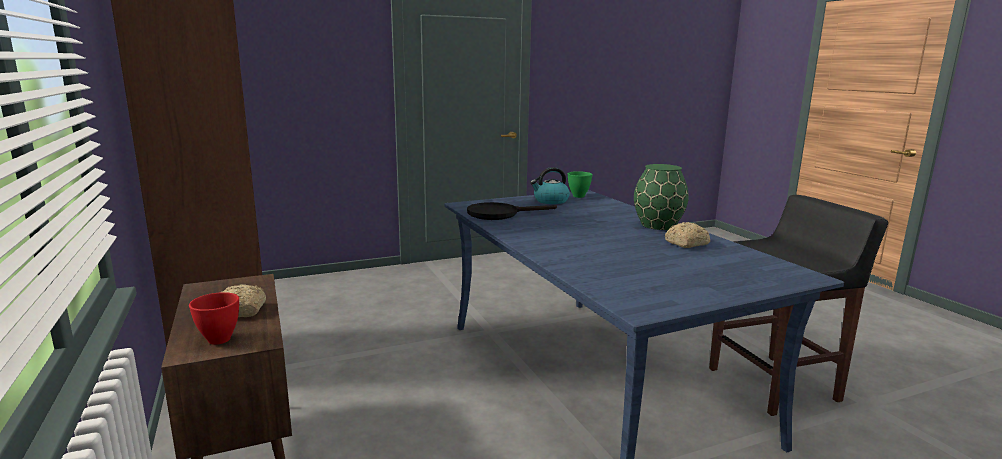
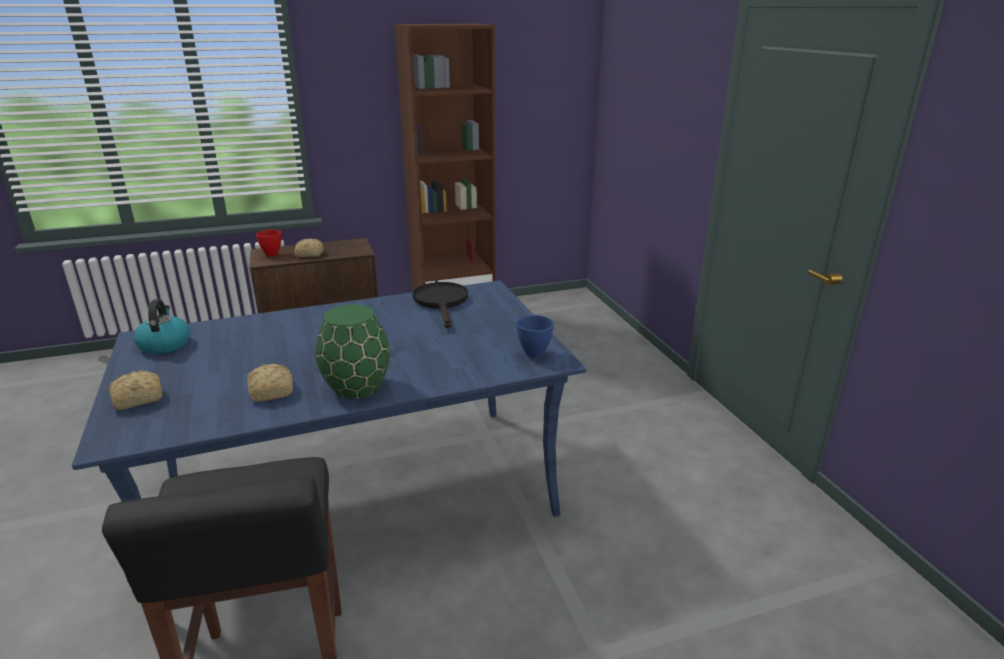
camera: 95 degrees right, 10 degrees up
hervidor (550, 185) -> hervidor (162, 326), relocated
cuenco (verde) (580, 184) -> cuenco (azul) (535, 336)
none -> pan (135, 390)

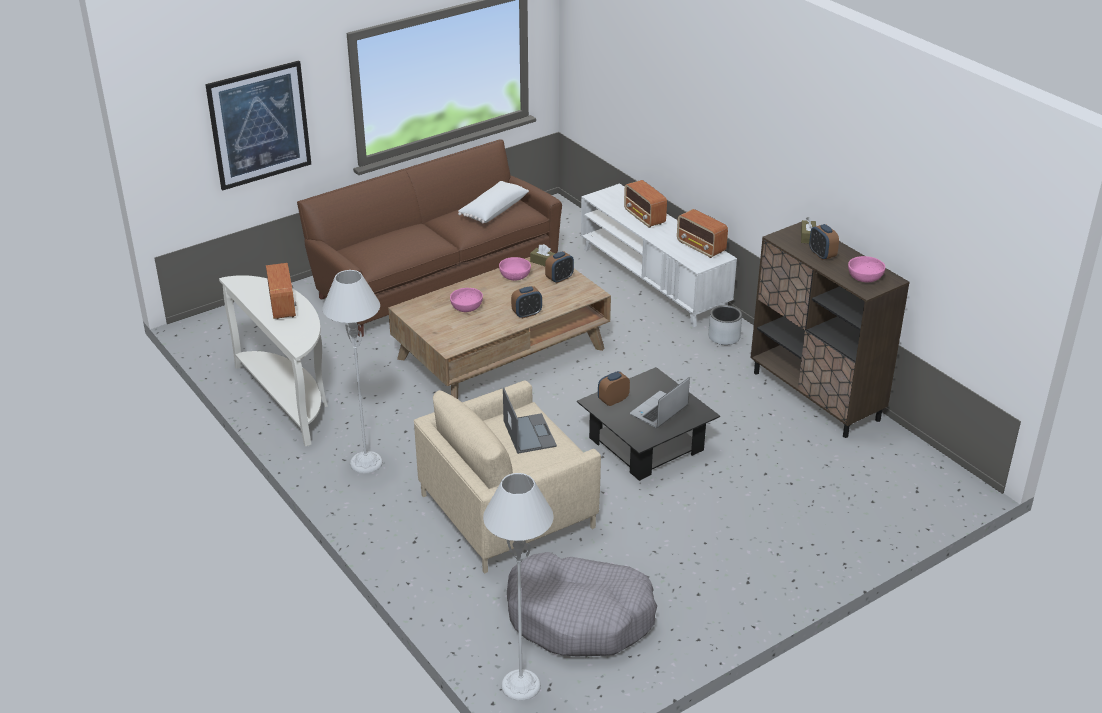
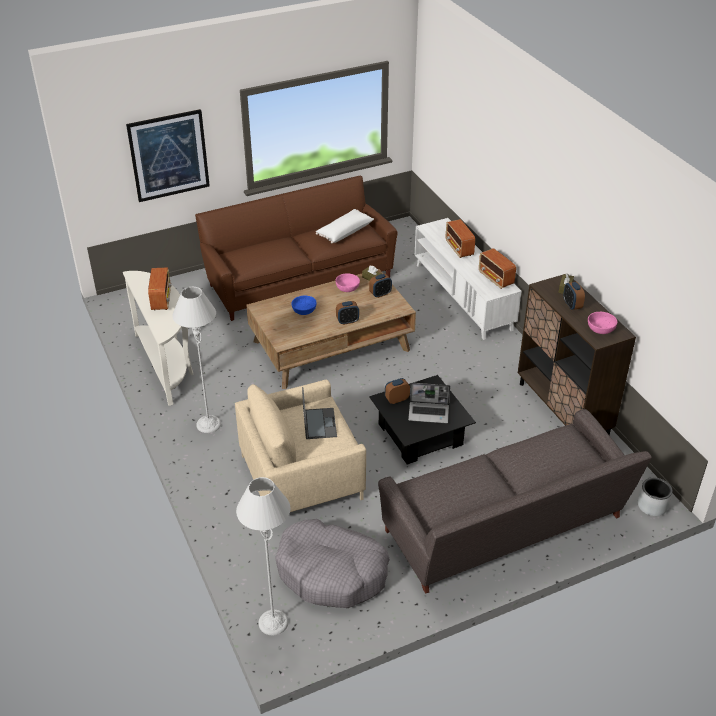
camera: 10 degrees right, 5 degrees up
cuenco (rosa) (466, 300) -> cuenco (azul) (304, 305)
portátil (660, 402) -> portátil (429, 403), 135 degrees counterclockwise
maceta (gris) (725, 325) -> maceta (gris) (655, 497), relocated
none -> sofá (gris) (515, 501)

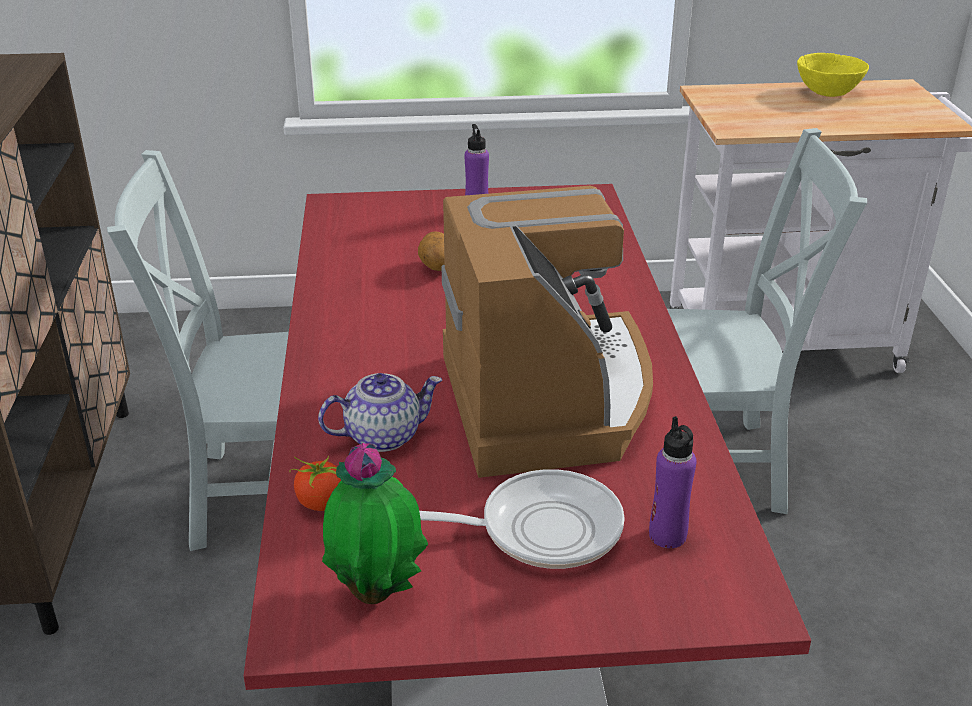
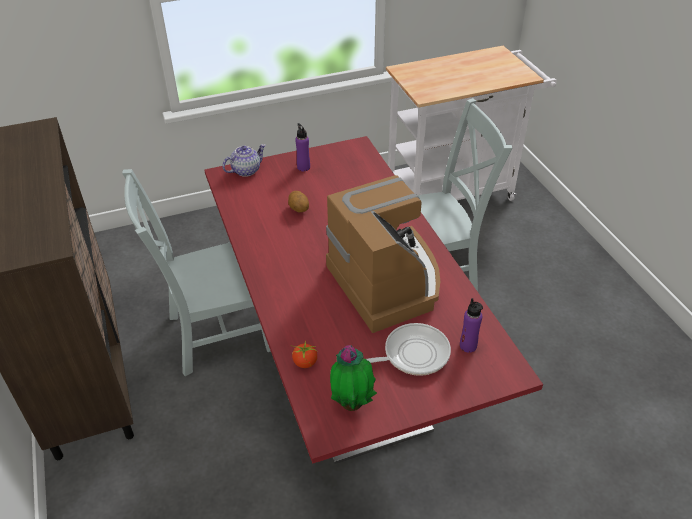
camera: 15 degrees left, 10 degrees up
tetera (380, 412) -> tetera (244, 160), relocated
cuenco (amarillo) (833, 75) -> none

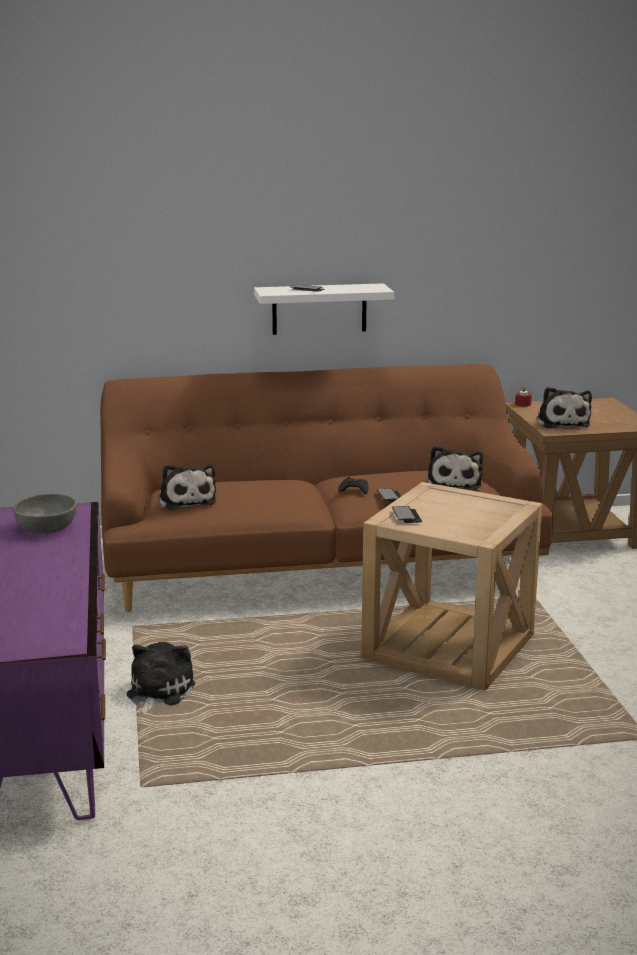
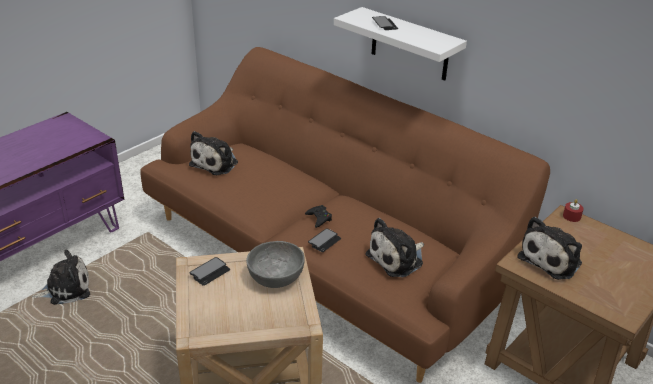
camera: 50 degrees right, 15 degrees up
cuenco (gris) (45, 514) -> cuenco (gris) (275, 264), relocated

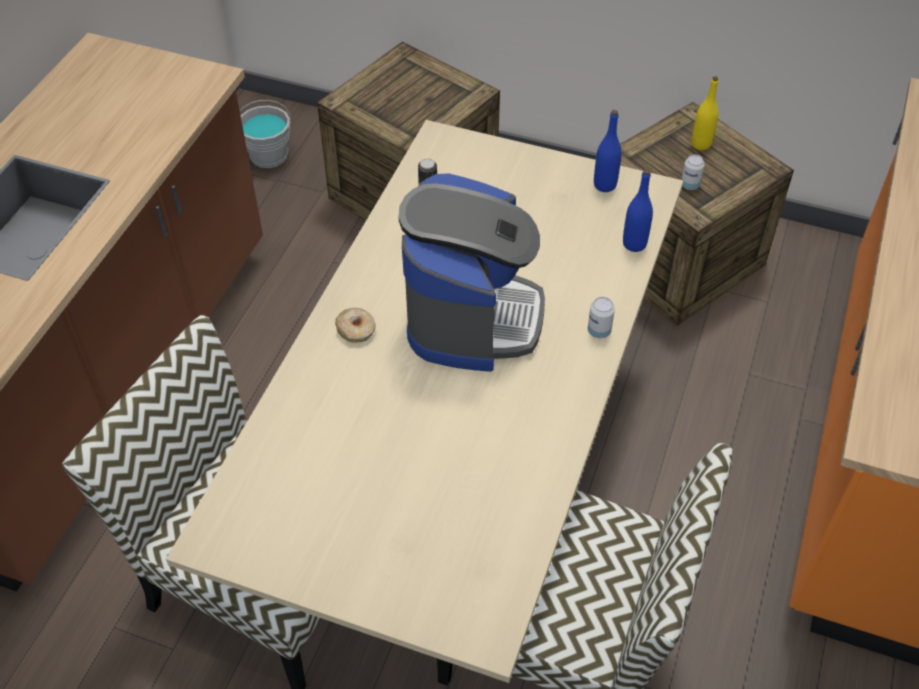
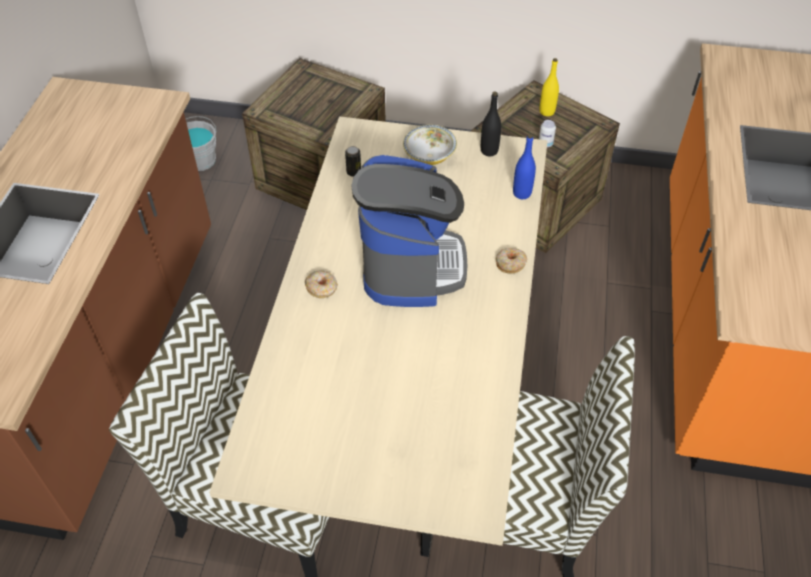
camera: 10 degrees left, 0 degrees up
lata (601, 317) -> rosquilla (511, 260)
botella (azul) (608, 151) -> botella (negro) (491, 123)
none -> cuenco (430, 145)

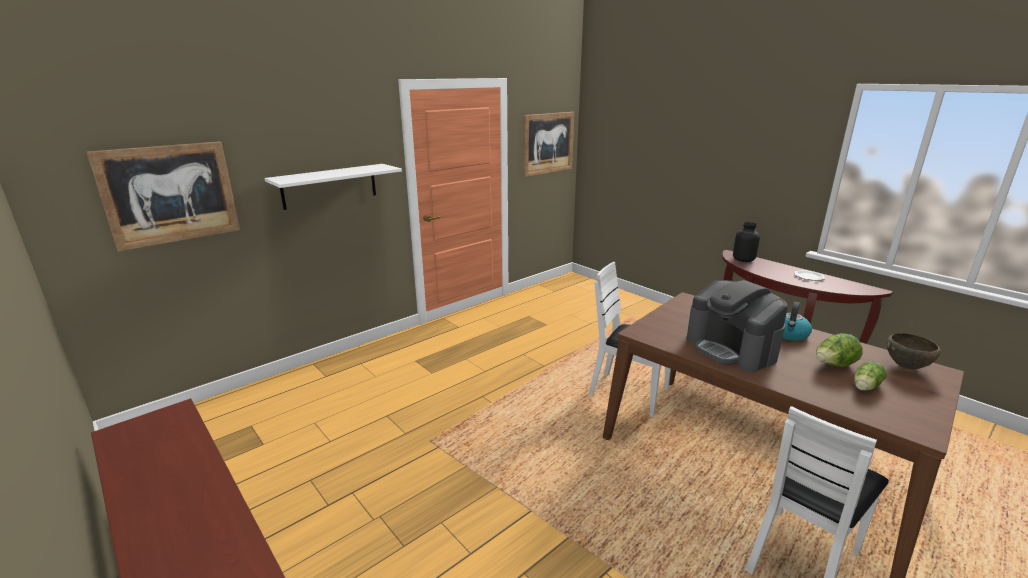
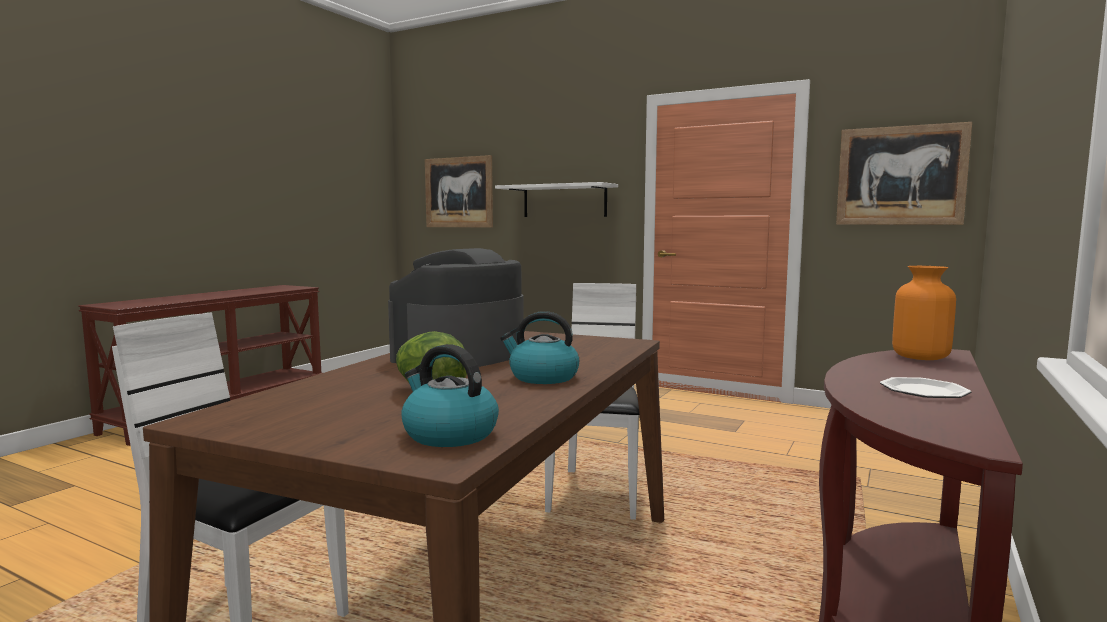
camera: 70 degrees right, 15 degrees down
florero (negro) (746, 242) -> florero (naranja) (924, 313)
lechuga (870, 376) -> none
cuenco (marrón) (914, 351) -> hervidor (450, 395)

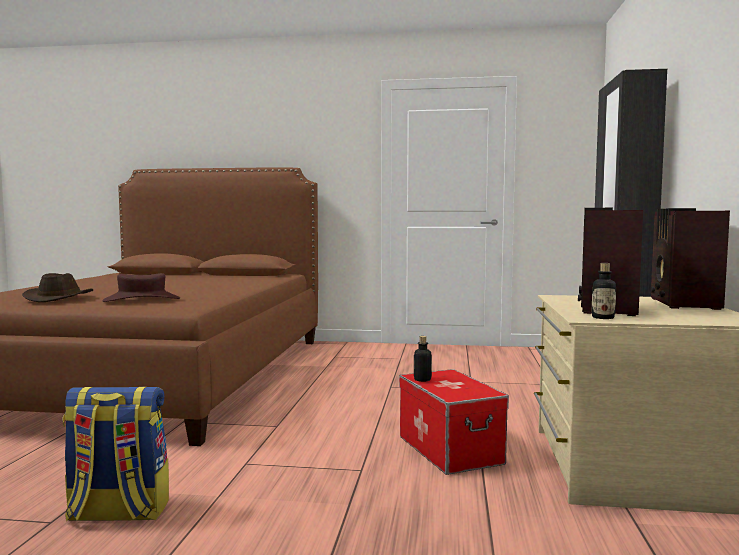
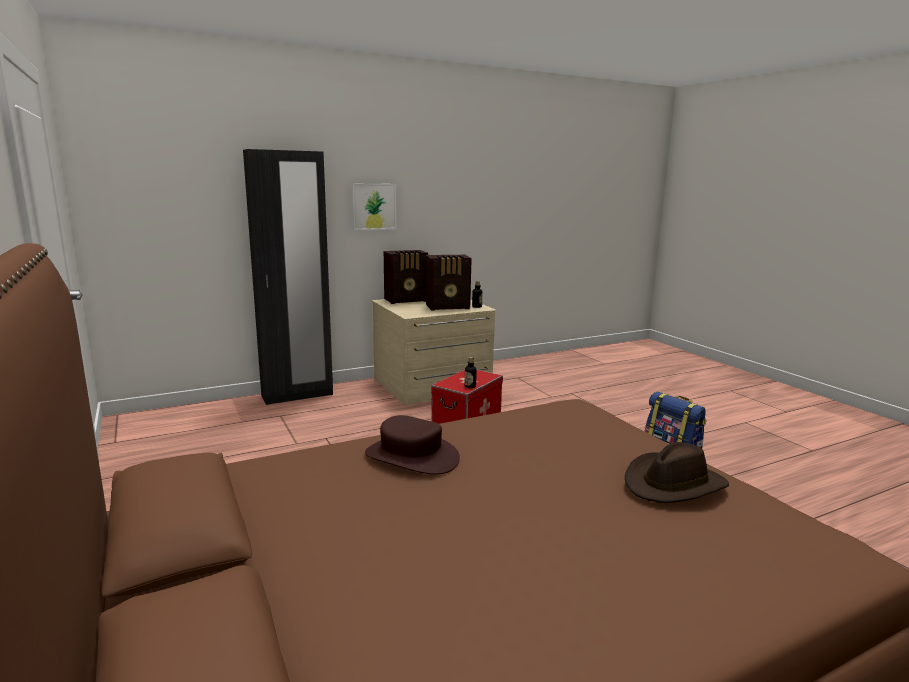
camera: 125 degrees left, 10 degrees up
sombrero (marrón) (141, 287) -> sombrero (marrón) (412, 445), relocated
none -> cuadro (374, 206)

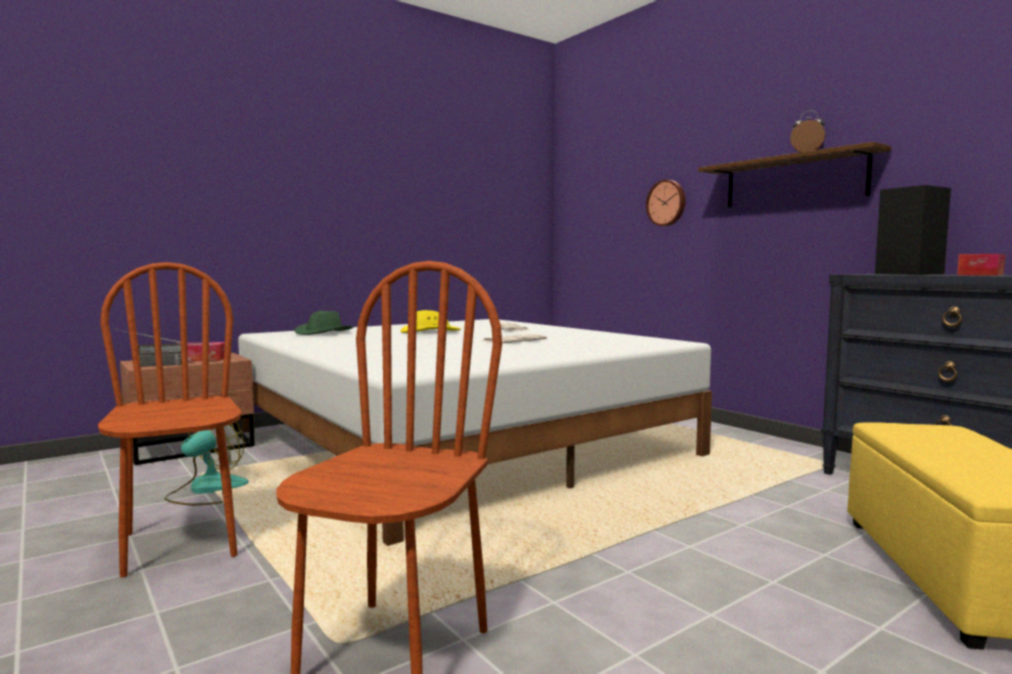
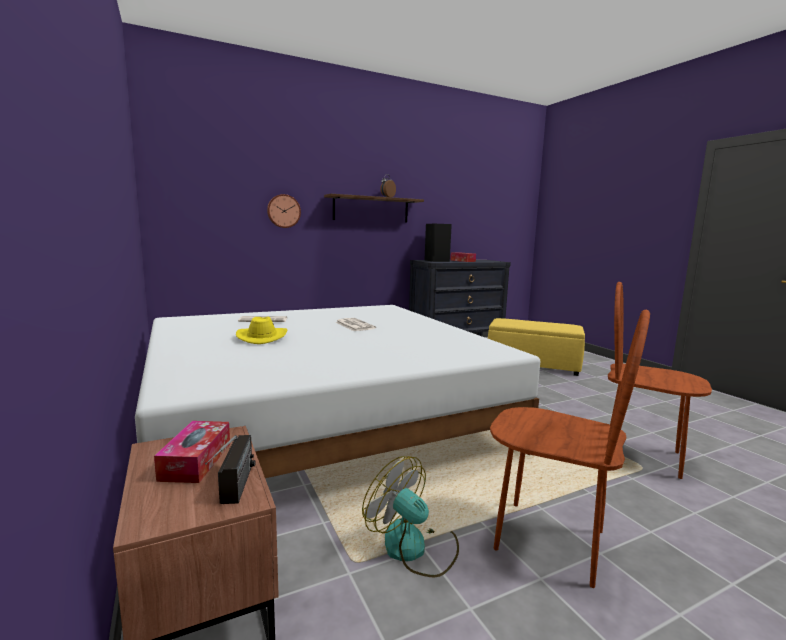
camera: 80 degrees left, 5 degrees up
silla (marrón) (170, 419) -> silla (marrón) (570, 449), 135 degrees counterclockwise
sombrero (verde) (323, 323) -> none

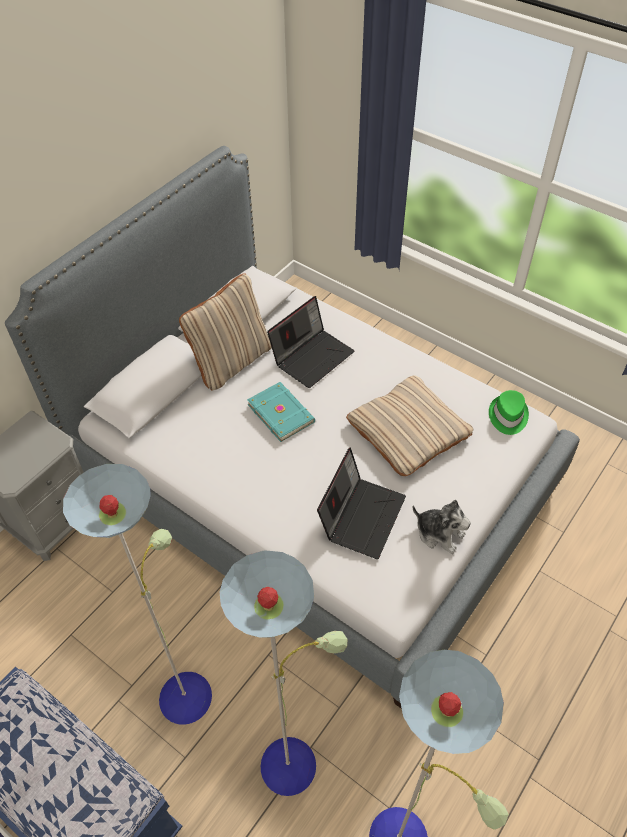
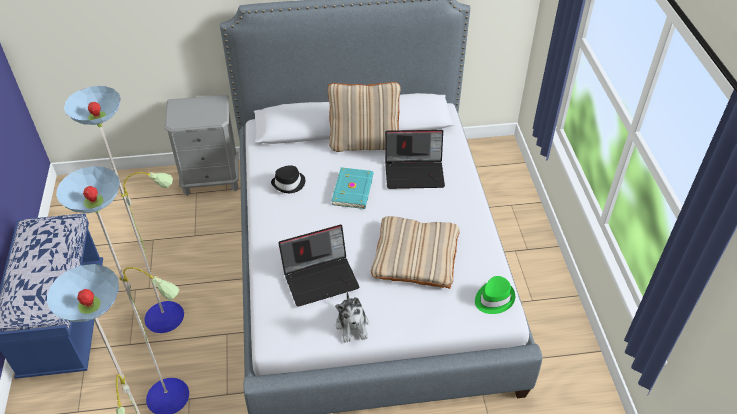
camera: 45 degrees right, 5 degrees down
none -> sombrero (negro) (288, 179)

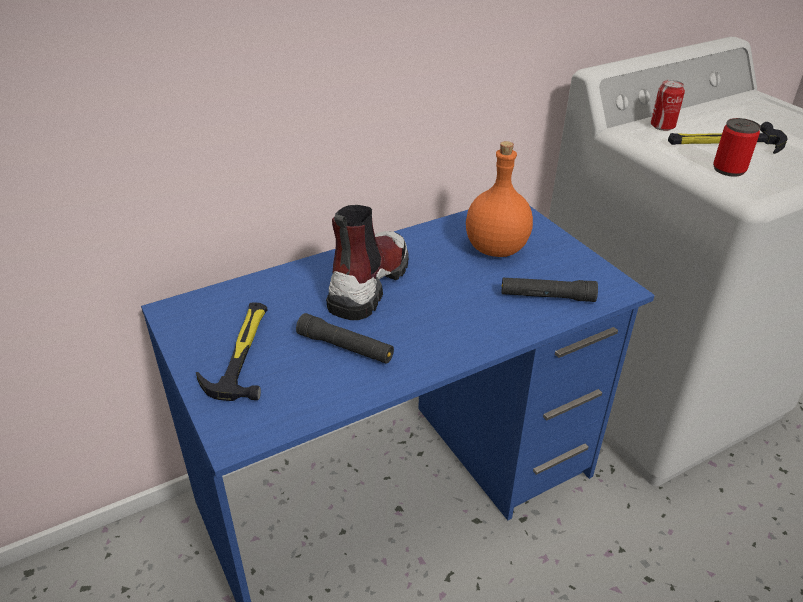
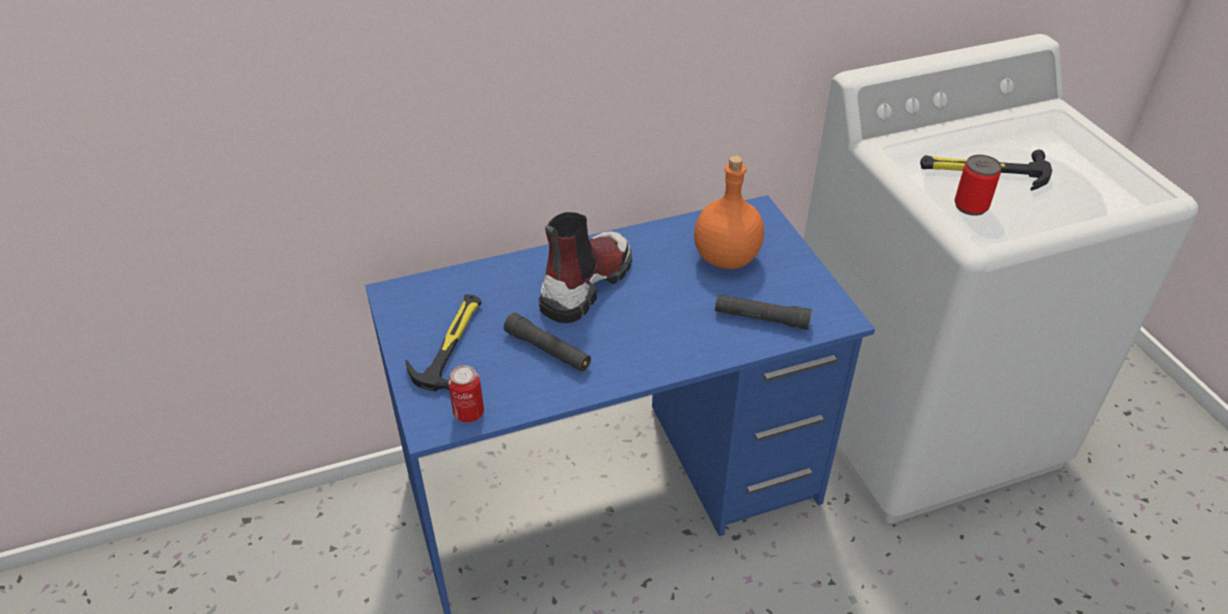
camera: 10 degrees right, 5 degrees up
lata (668, 105) -> lata (466, 393), relocated

